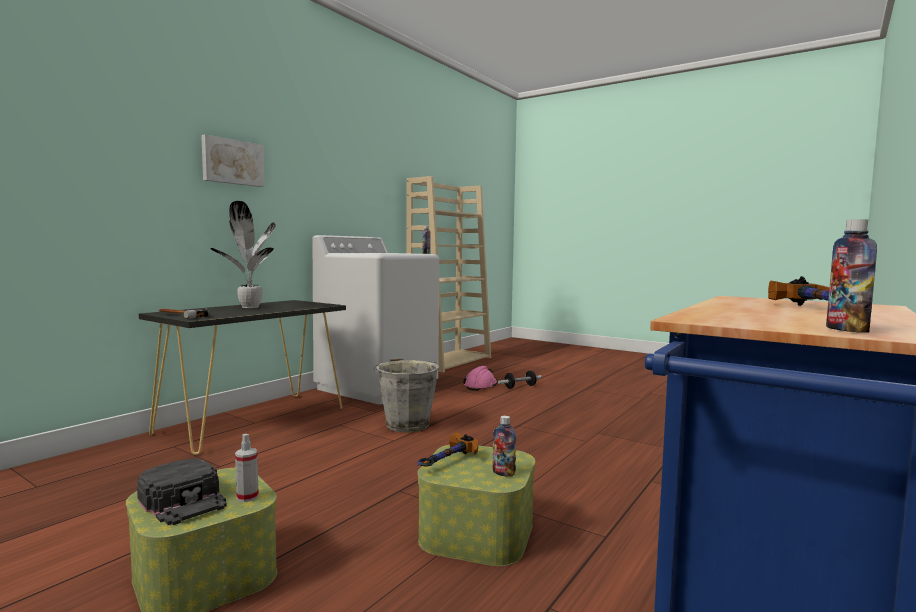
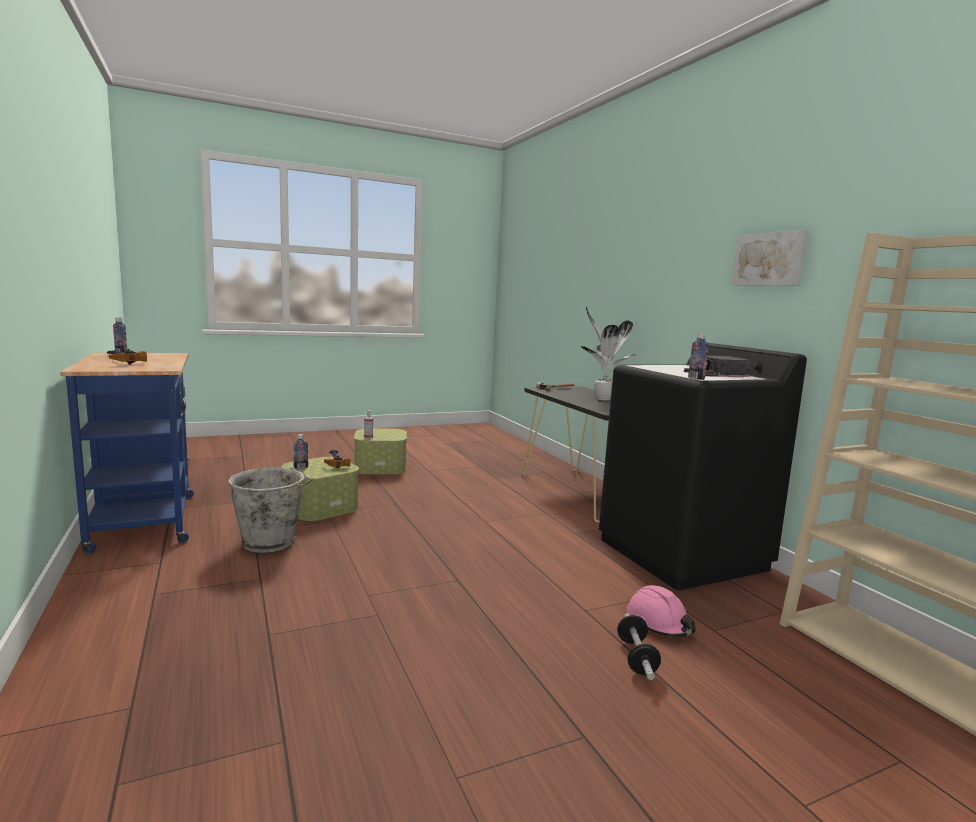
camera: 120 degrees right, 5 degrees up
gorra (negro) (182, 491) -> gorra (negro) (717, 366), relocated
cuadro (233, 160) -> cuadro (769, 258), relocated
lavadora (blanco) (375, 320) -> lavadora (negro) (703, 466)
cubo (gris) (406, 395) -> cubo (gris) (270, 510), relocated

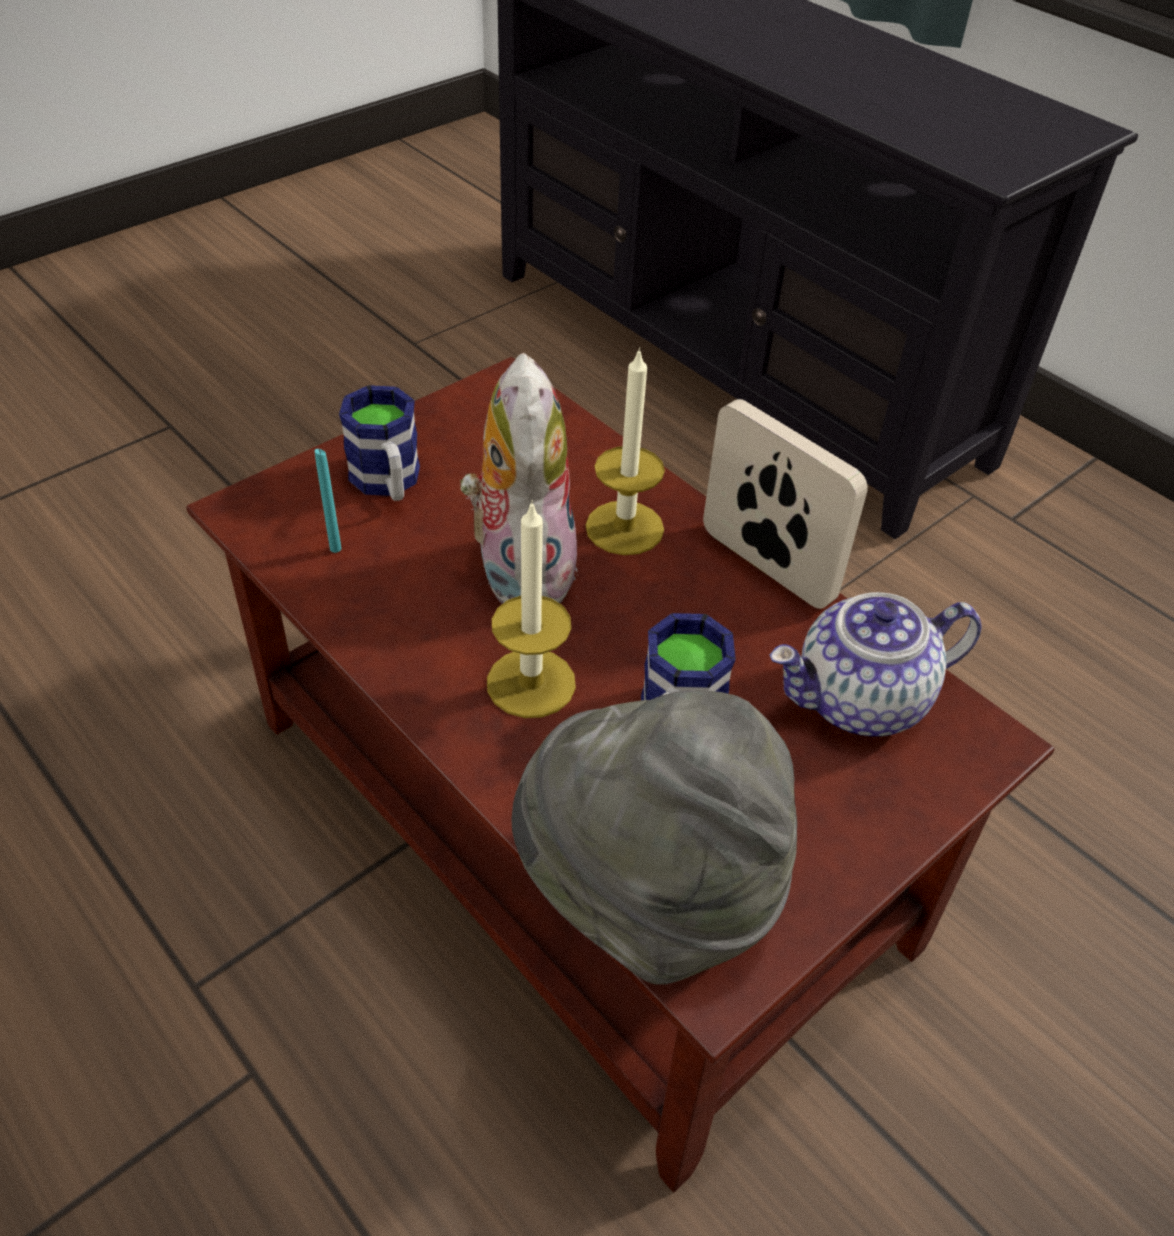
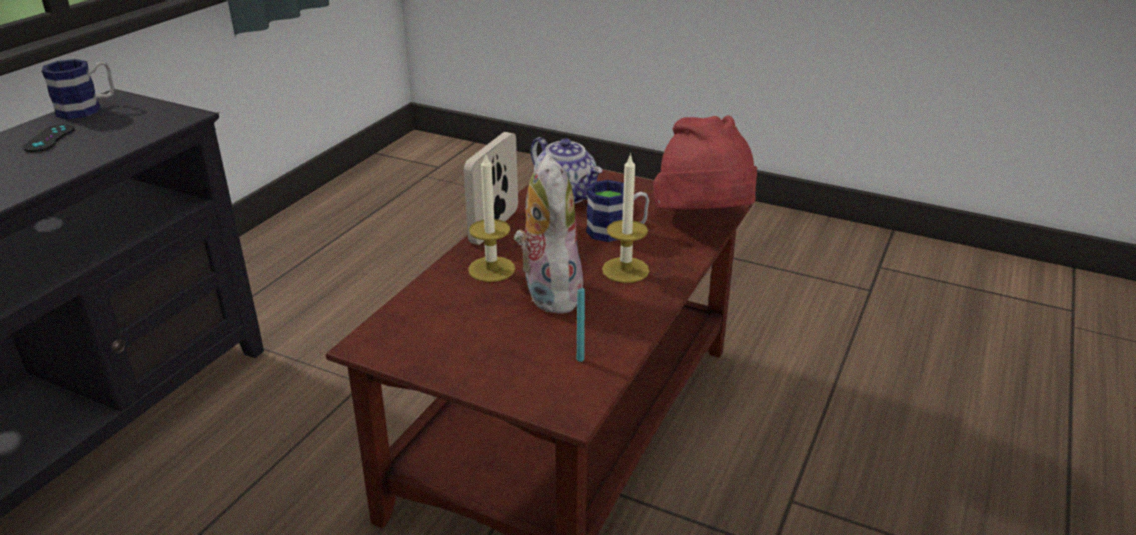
camera: 110 degrees left, 15 degrees down
taza grande (379, 443) -> taza grande (77, 89), relocated
peluche (518, 478) -> peluche (548, 234), 105 degrees clockwise
sombrero (gris) (654, 837) -> sombrero (rojo) (705, 162)
none -> mando de consola (negro) (48, 138)

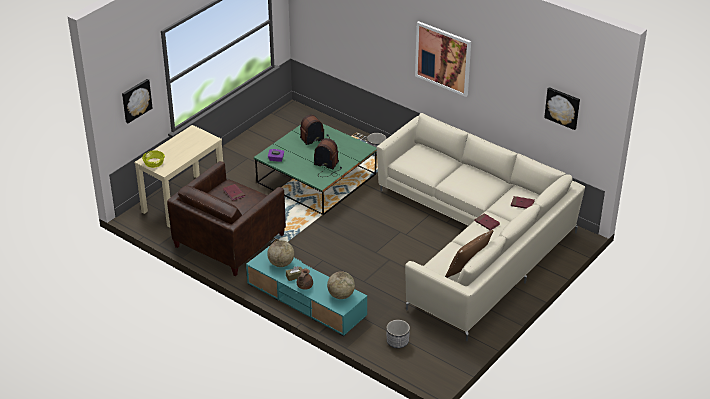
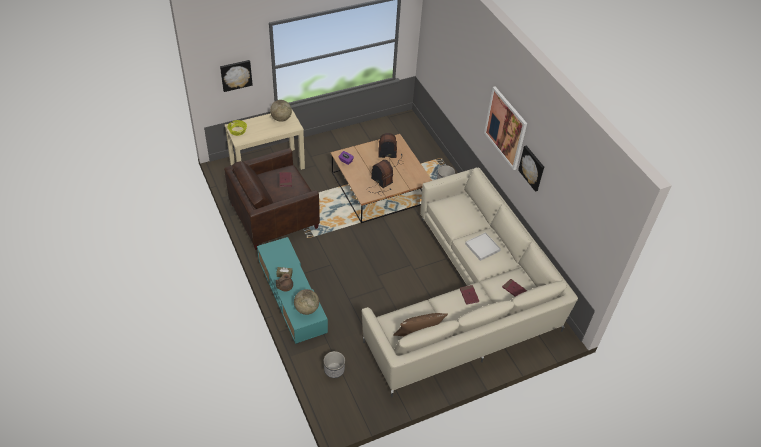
camera: 25 degrees right, 10 degrees up
mesa de centro (verde) (315, 169) -> mesa de centro (marrón) (381, 178)
globo terráqueo (280, 253) -> globo terráqueo (281, 111), relocated
cuadro (562, 108) -> cuadro (531, 169), relocated
none -> bandeja (blanco) (483, 246)

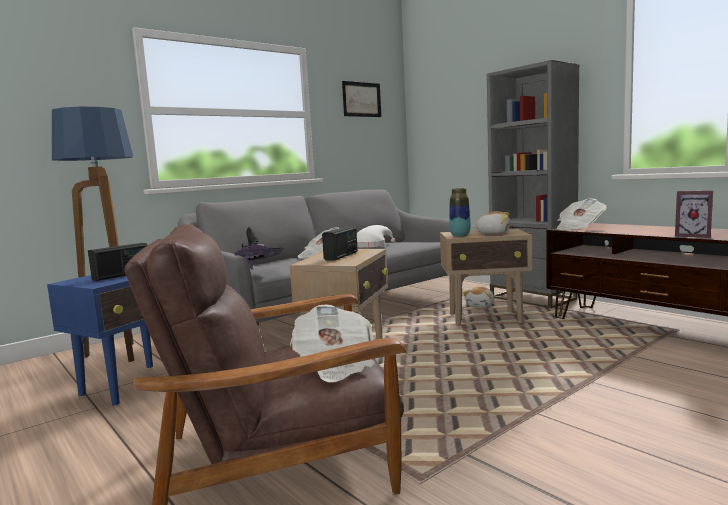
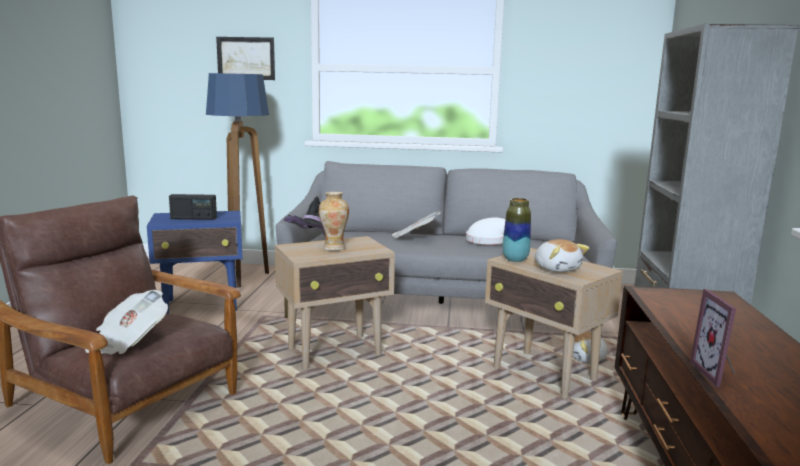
camera: 45 degrees right, 5 degrees up
radio (340, 243) -> florero (334, 221)
cuadro (361, 99) -> cuadro (245, 58), relocated
periódico (582, 214) -> none

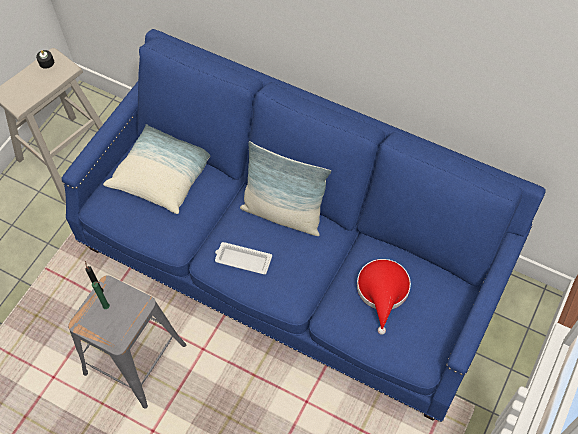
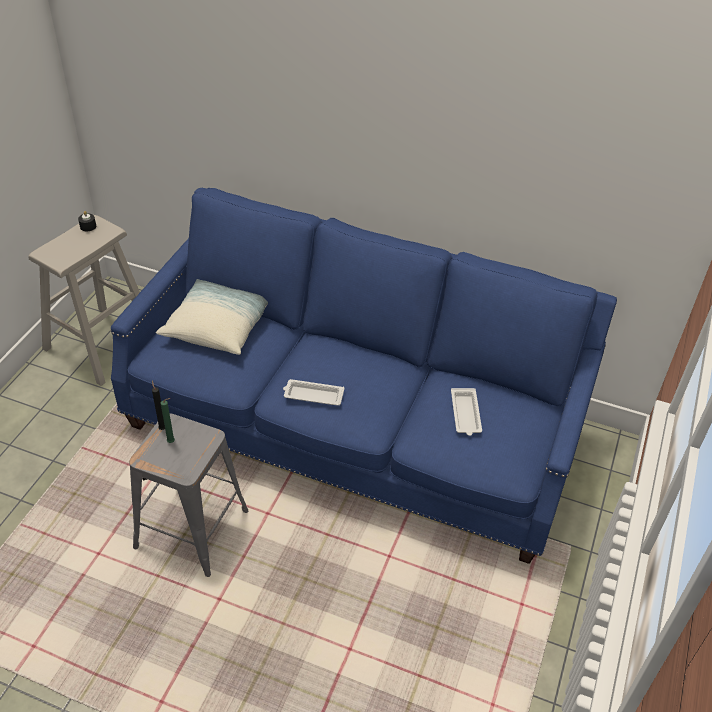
camera: 10 degrees left, 15 degrees down
cojín (285, 188) -> none
sombrero (rojo) (384, 297) -> bandeja (blanco) (466, 412)

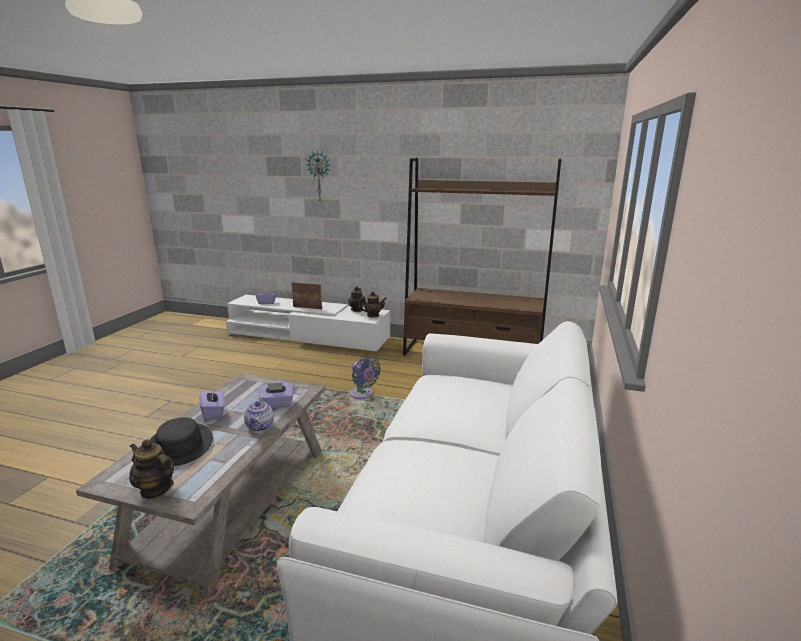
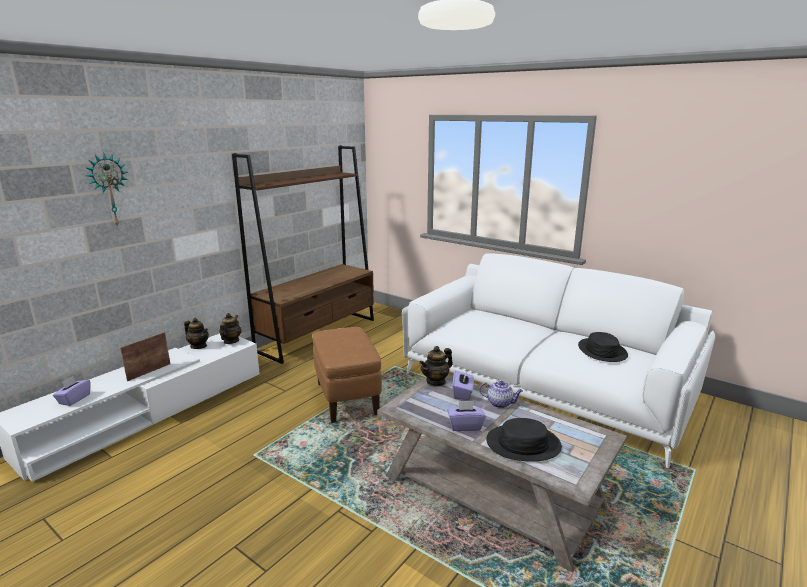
camera: 70 degrees left, 0 degrees up
tetera (151, 469) -> tetera (436, 366), relocated
ventilador (azul) (365, 378) -> puf (marrón) (347, 375)
none -> sombrero (negro) (603, 347)

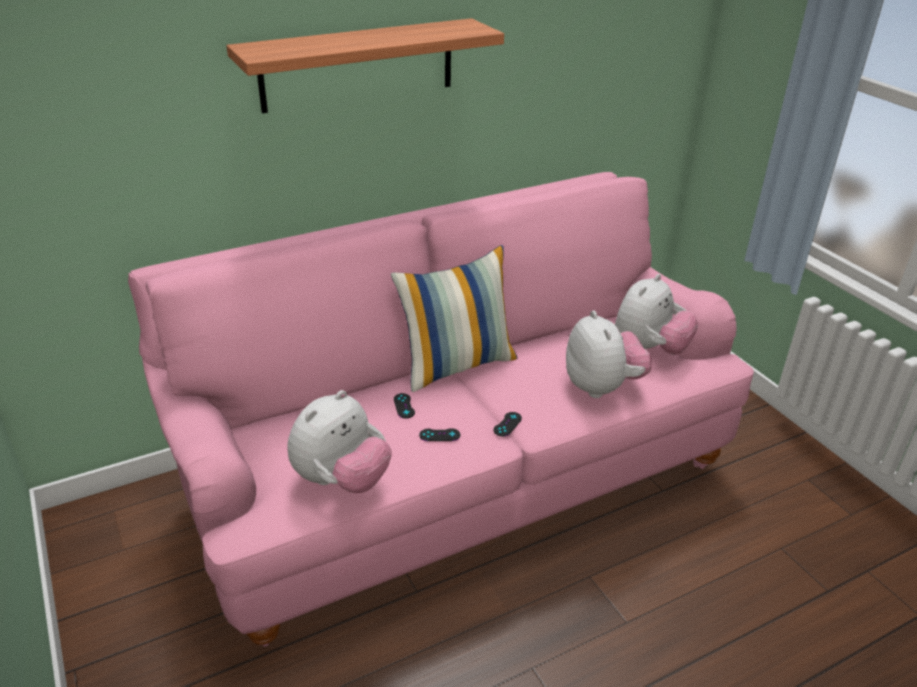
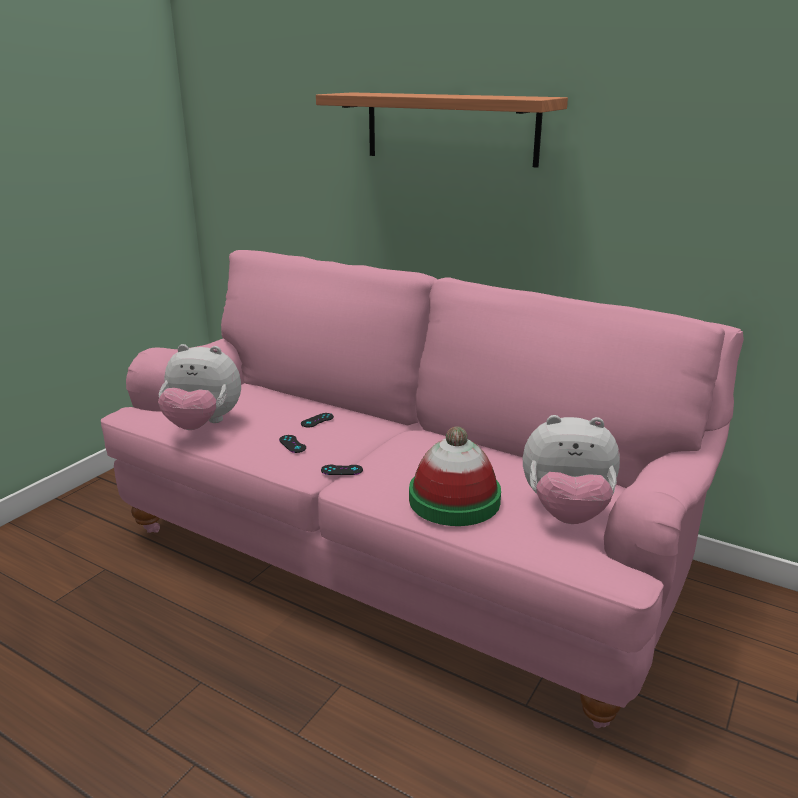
camera: 60 degrees right, 10 degrees down
cojín (454, 318) -> none
peluche (609, 354) -> sombrero (455, 476)

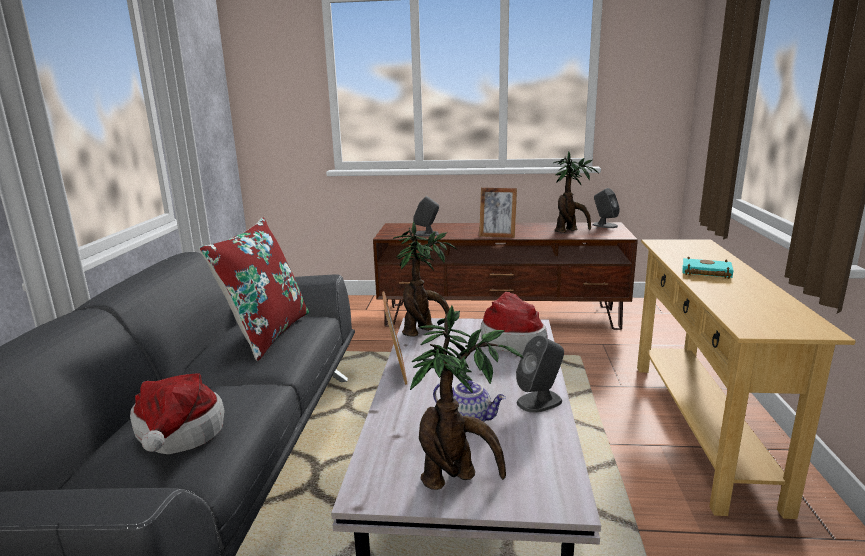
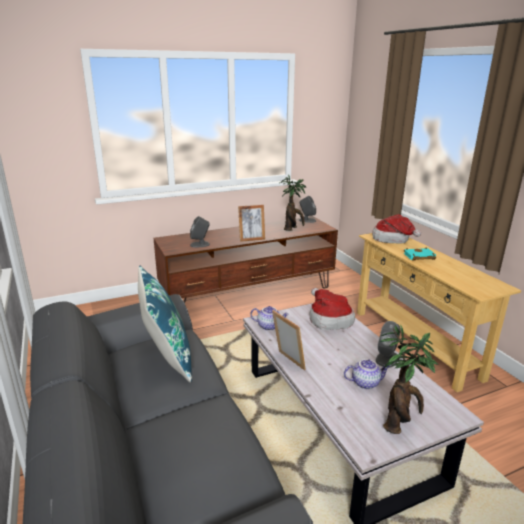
camera: 30 degrees left, 5 degrees up
sombrero (177, 413) -> sombrero (396, 228), relocated
cojín (rojo) (254, 289) -> cojín (azul) (165, 324)
planta en maceta (425, 279) -> tetera (269, 318)

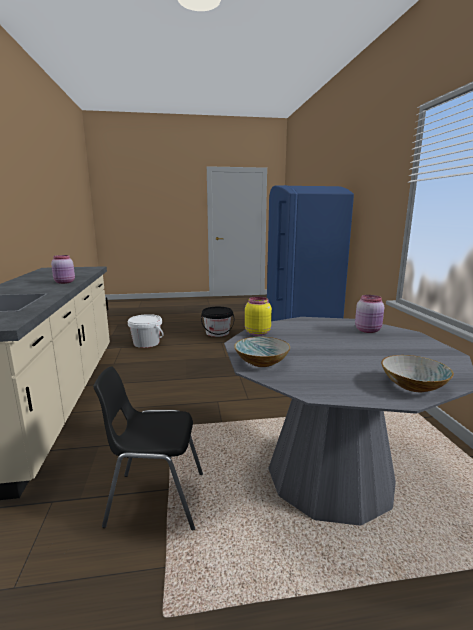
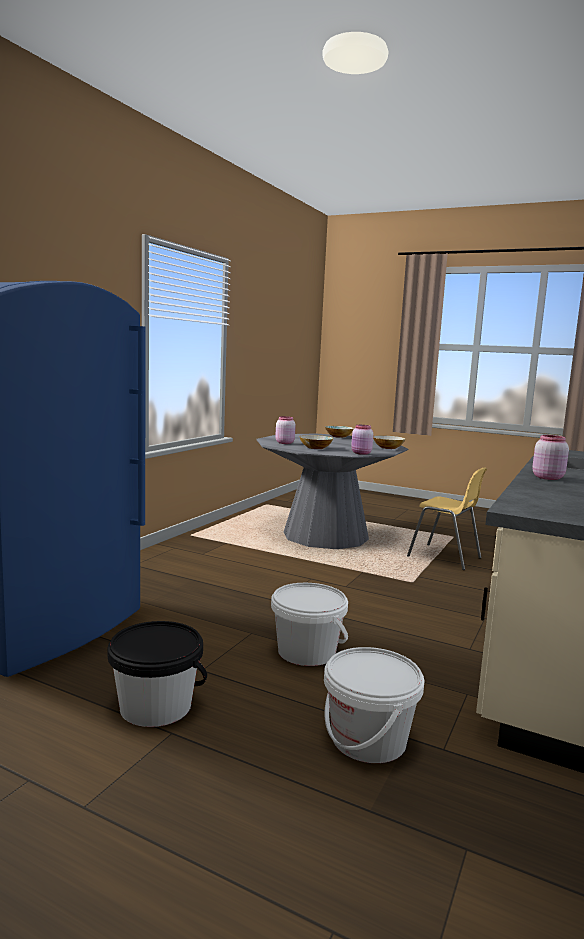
camera: 145 degrees left, 5 degrees down
silla (negro) (148, 448) -> silla (amarillo) (447, 519)
tarro (amarillo) (258, 316) -> tarro (rosa) (362, 440)
none -> cubo (blanco) (309, 624)
none -> cuenco (316, 442)

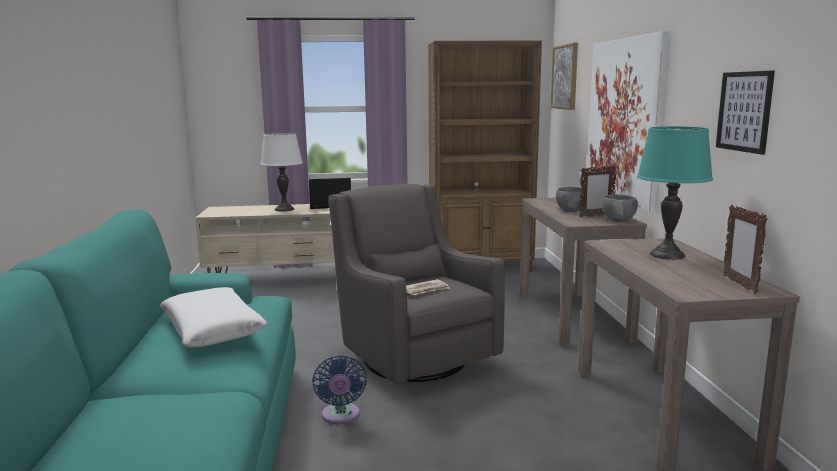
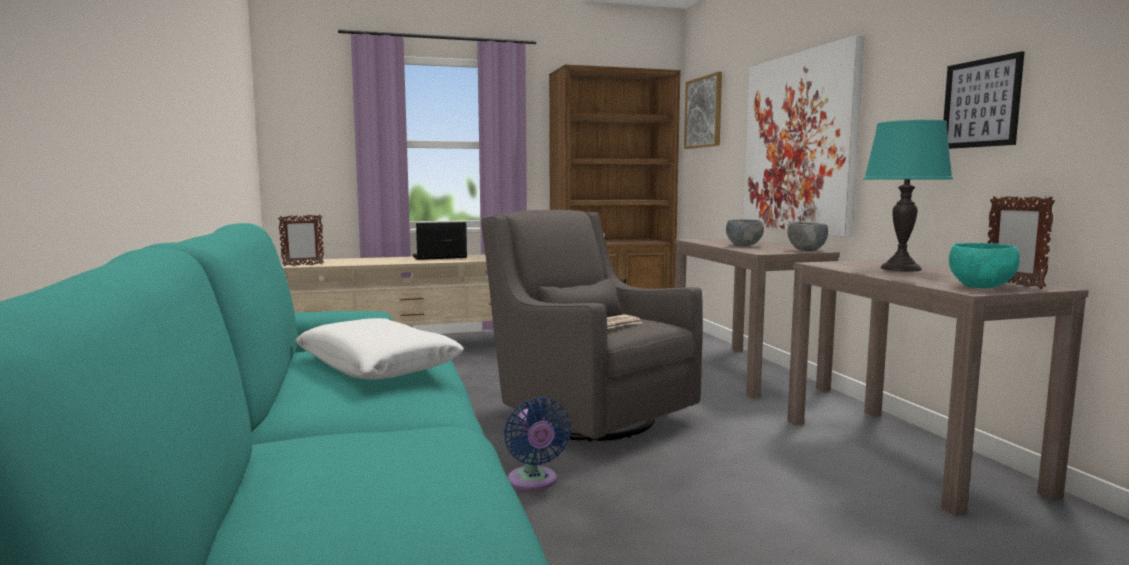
camera: 10 degrees left, 5 degrees down
lámpara de mesa (blanco) (281, 172) -> none
portarretratos (598, 191) -> portarretratos (301, 240), relocated
none -> cuenco (turquesa) (984, 265)

